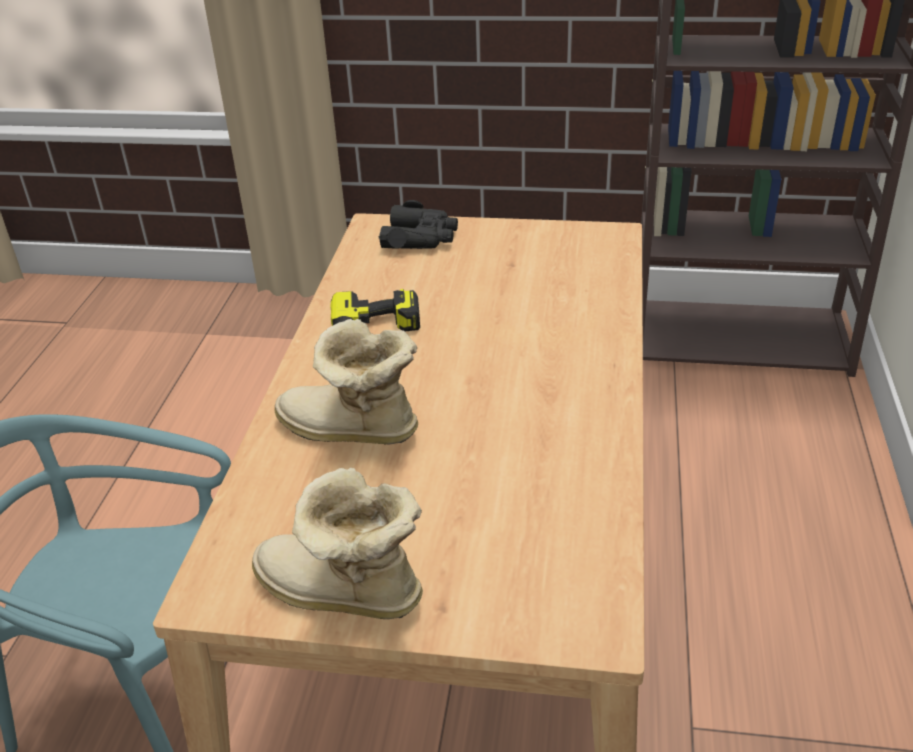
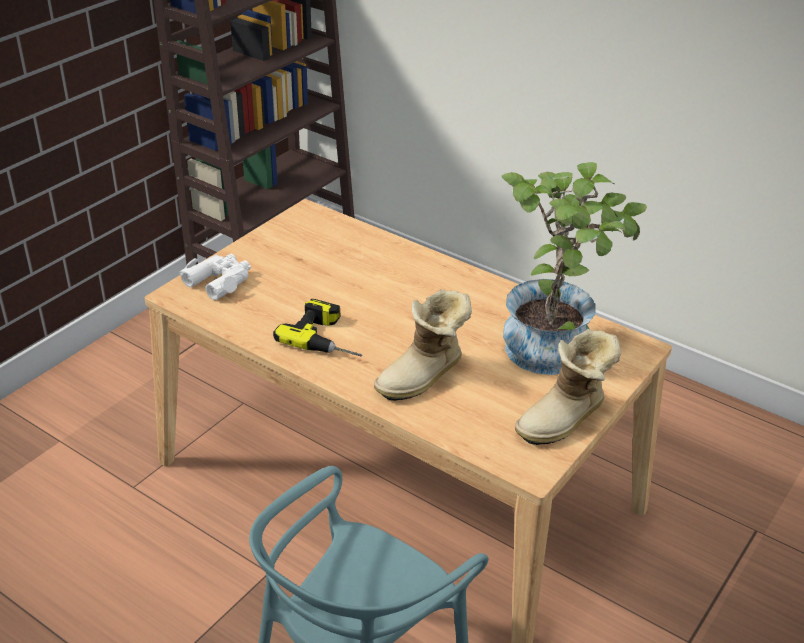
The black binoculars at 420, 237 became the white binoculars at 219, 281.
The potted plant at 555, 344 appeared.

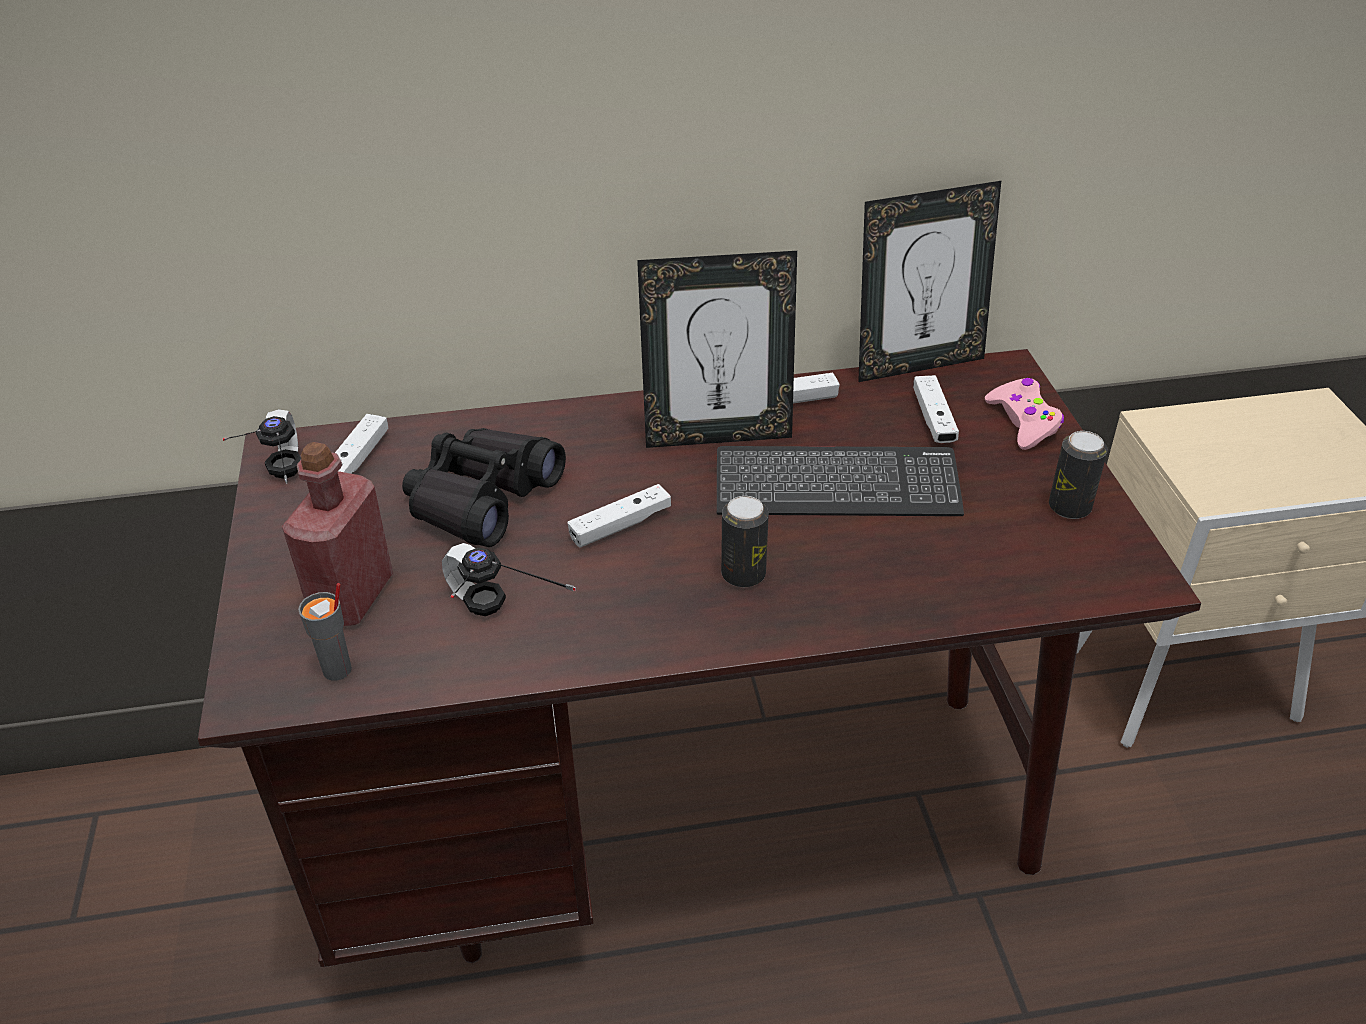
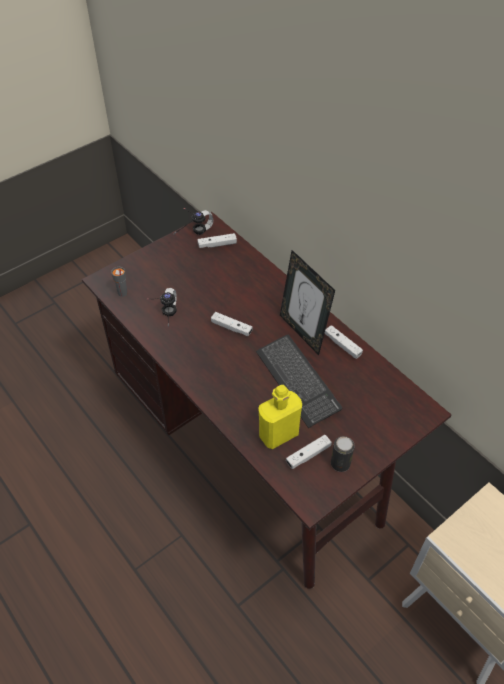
The red bottle at 352, 596 disappeared.
The black binoculars at 481, 498 disappeared.
The can at 743, 574 disappeared.
The picture frame at 917, 364 disappeared.
The white game controller moved from 933, 419 to 308, 455.
The pink game controller at 1023, 422 disappeared.
The yellow bottle at 278, 434 appeared.

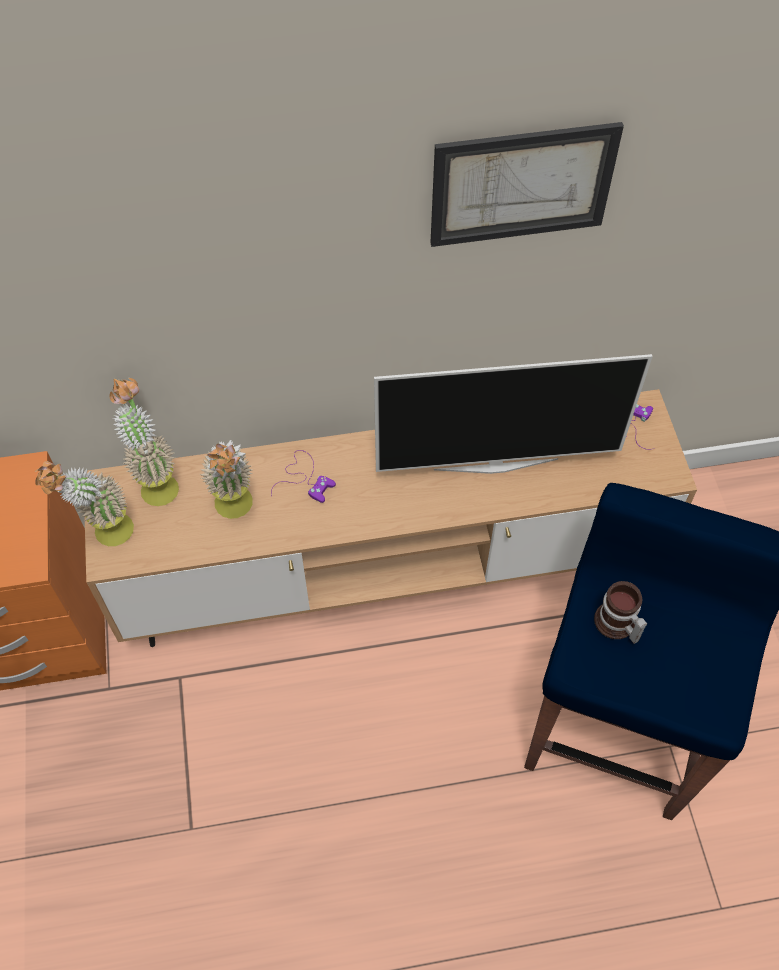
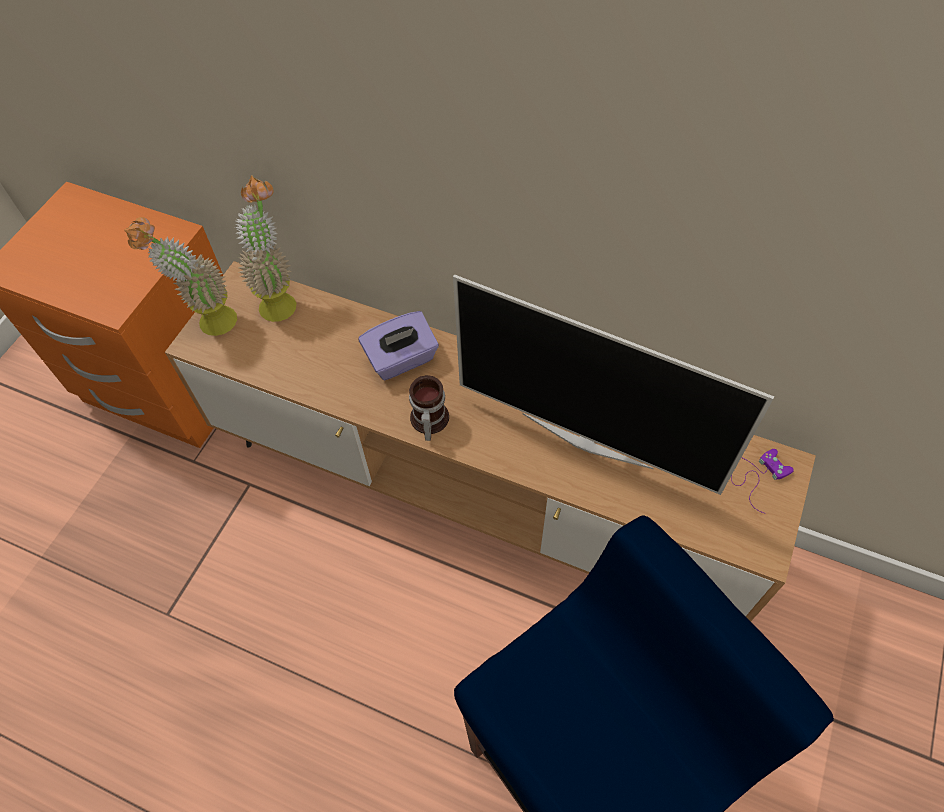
The potted plant at 236, 511 disappeared.
The purple game controller at 305, 478 was replaced by the purple tissue box at 402, 360.
The picture at 522, 184 disappeared.
The mug moved from 616, 625 to 427, 421.

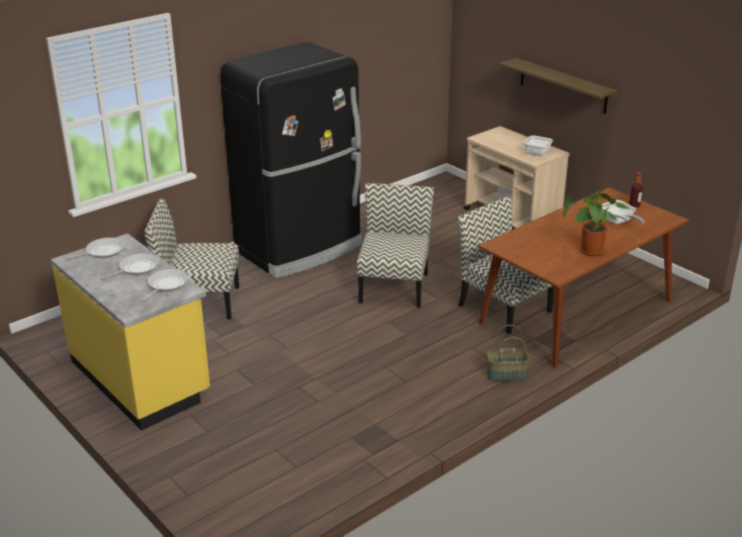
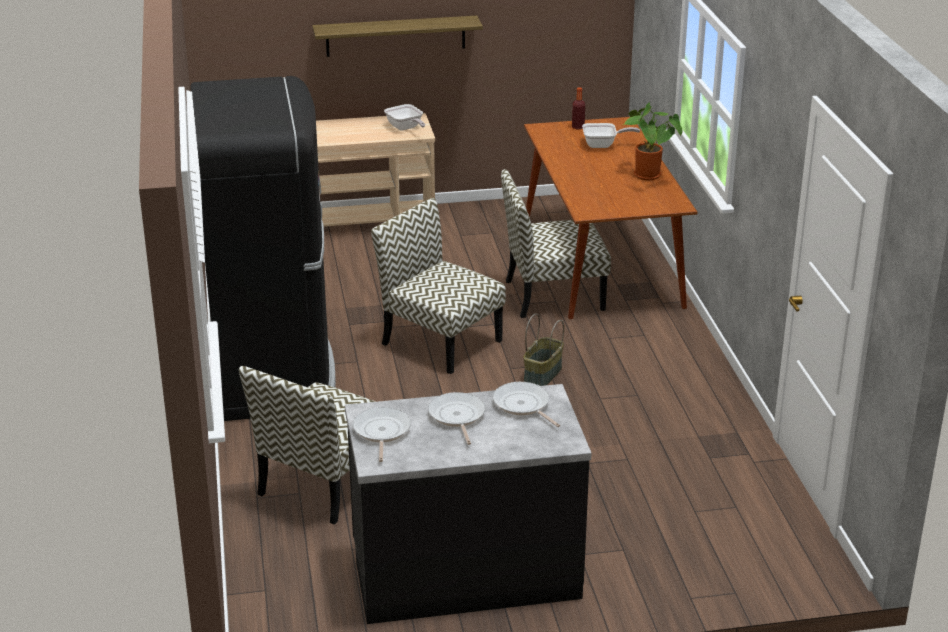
The yellow counter at 141, 378 became the black counter at 465, 573.
The basket moved from 506, 375 to 543, 374.

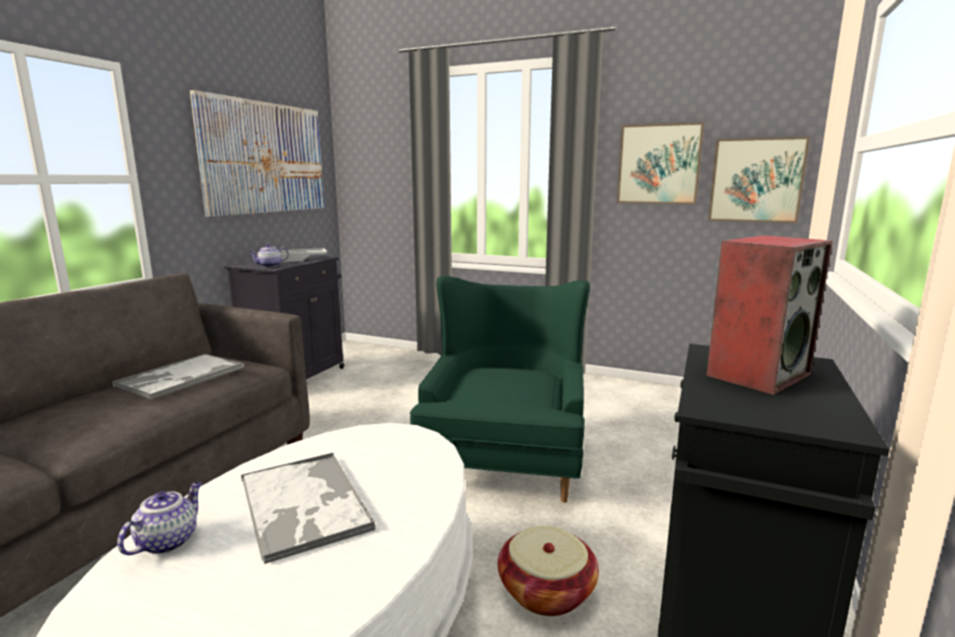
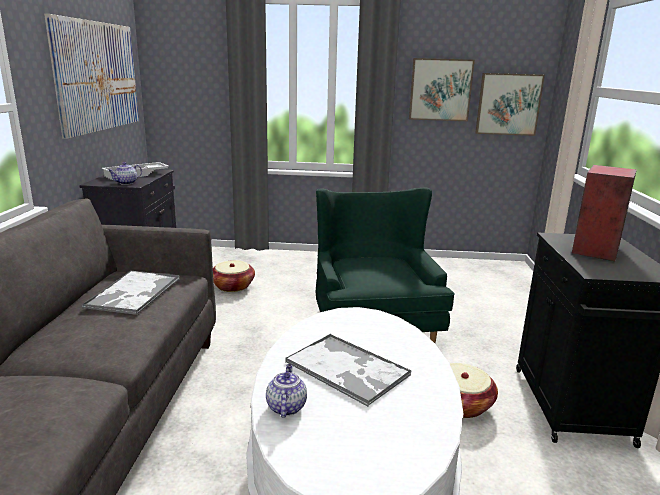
The basket at 233, 286 appeared.

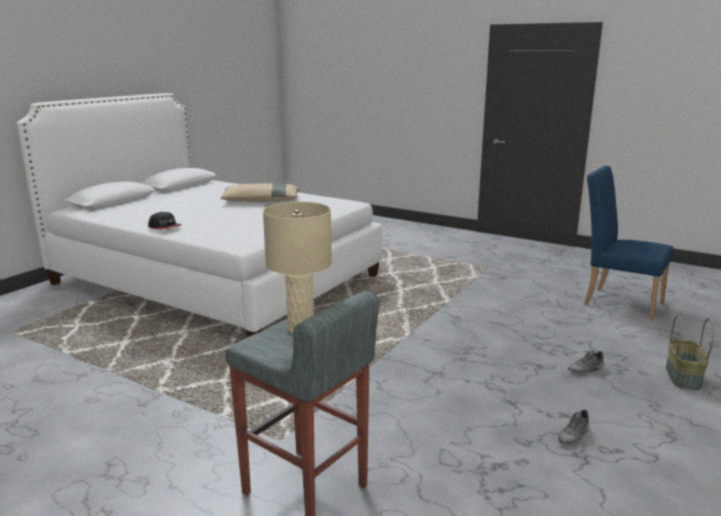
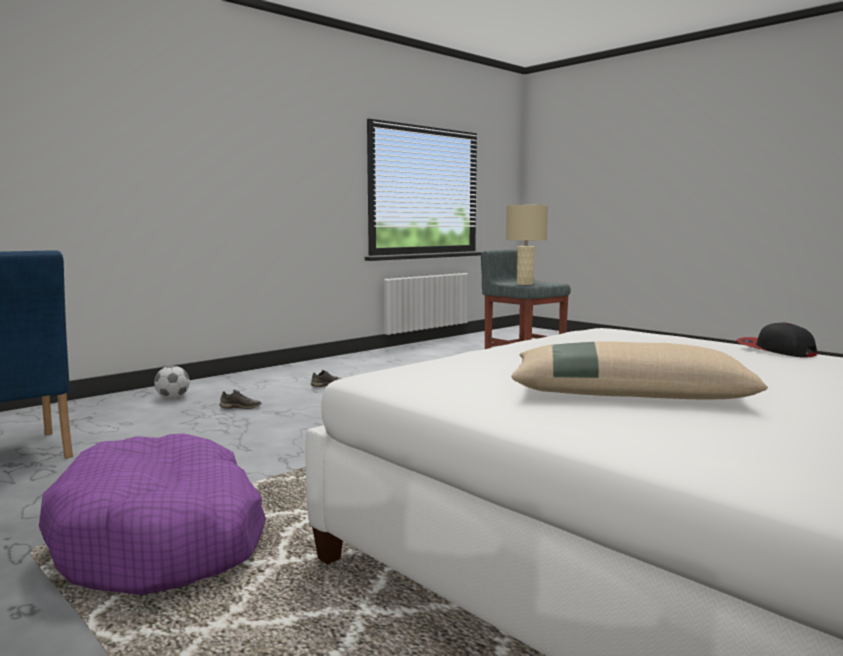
The basket at 682, 377 was replaced by the football at 173, 398.
The purple dog bed at 162, 539 appeared.

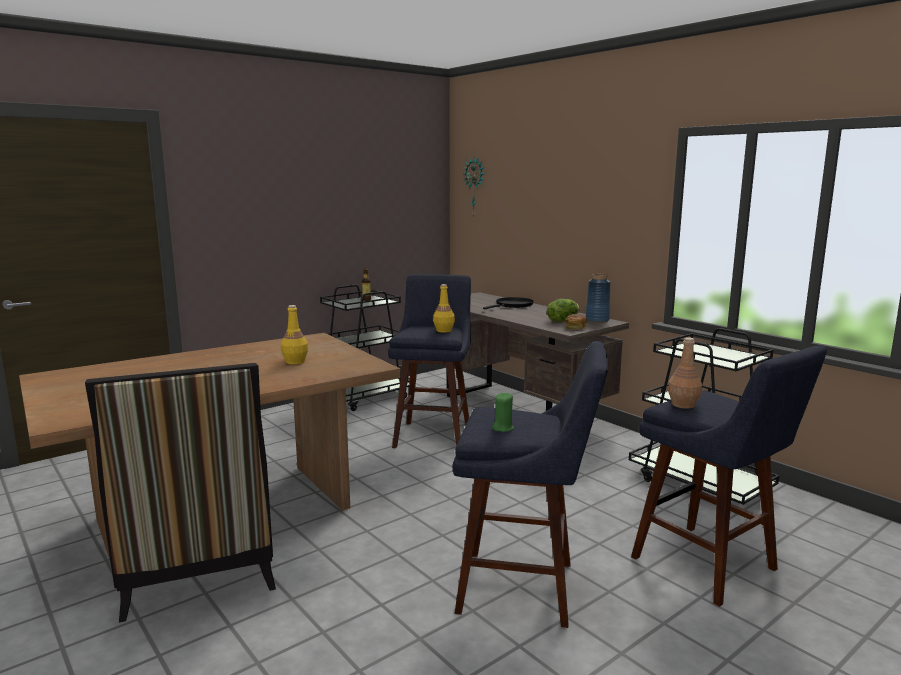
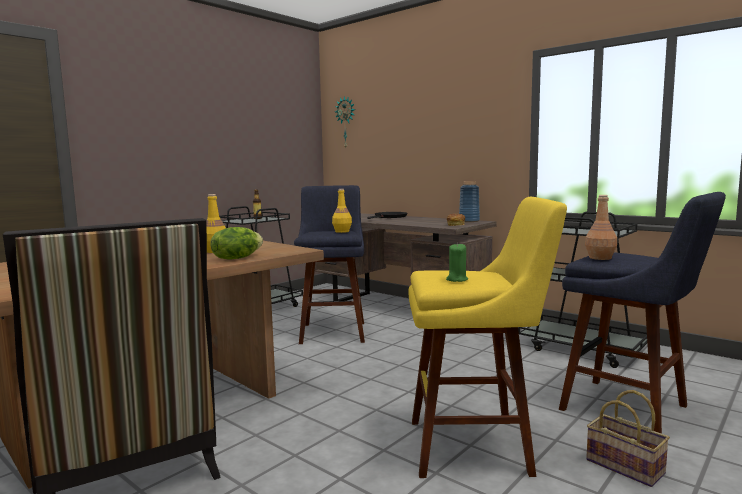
The blue stool at 526, 588 became the yellow stool at 478, 446.
The lettuce moved from 562, 320 to 236, 258.
The basket at 627, 466 appeared.

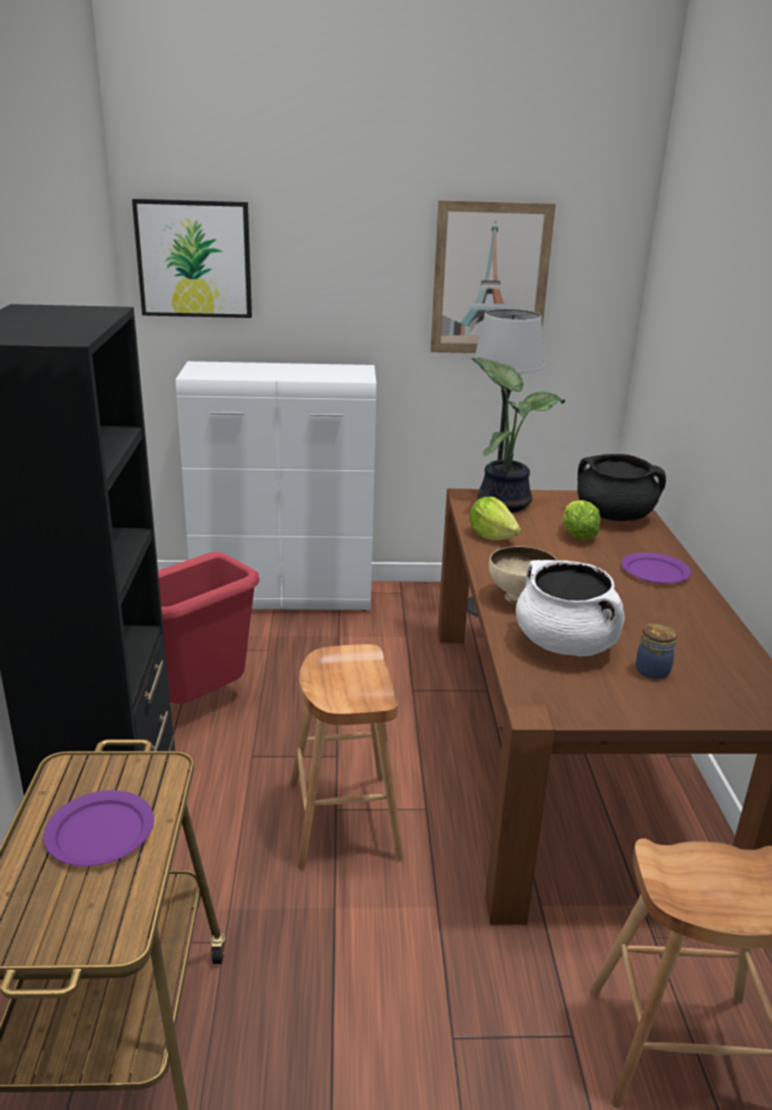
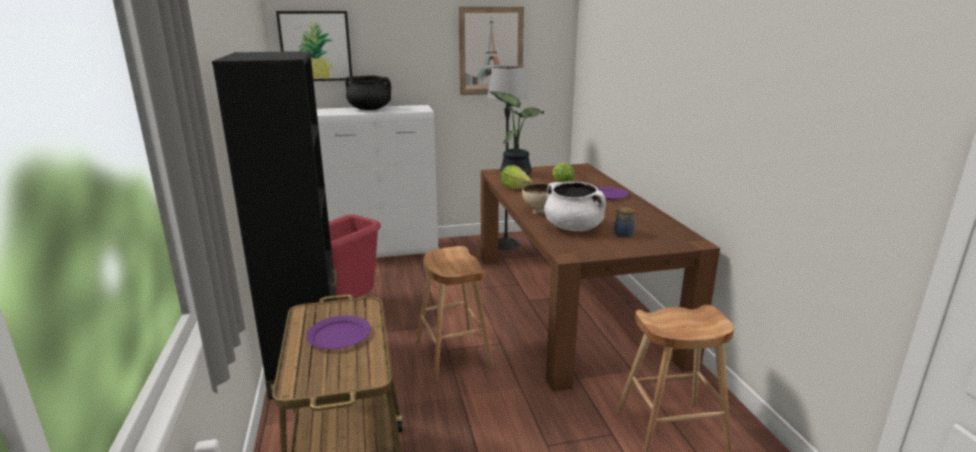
The black cooking pot moved from 614, 516 to 370, 109.

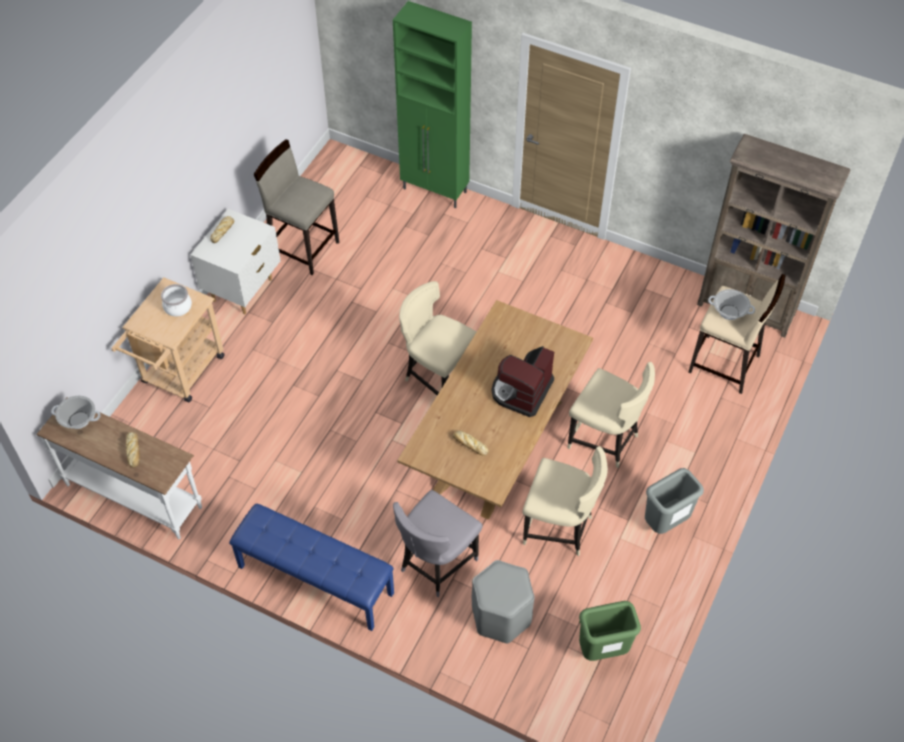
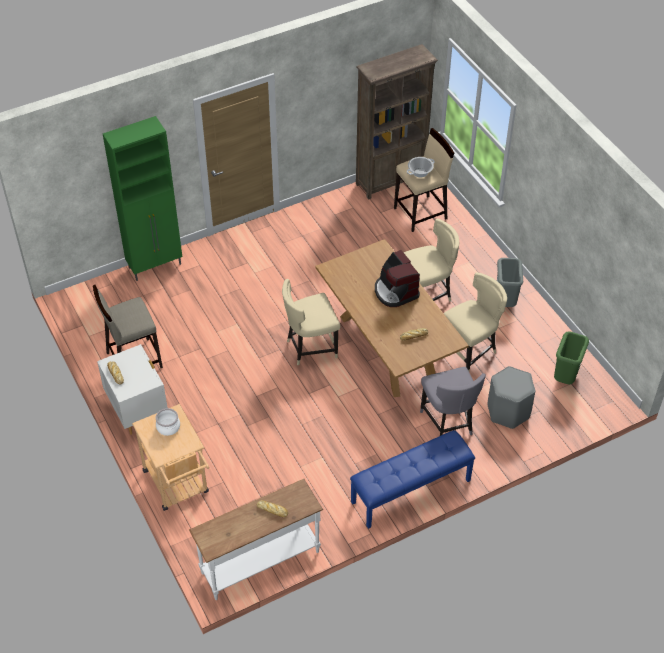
The cooking pot at 78, 420 disappeared.

